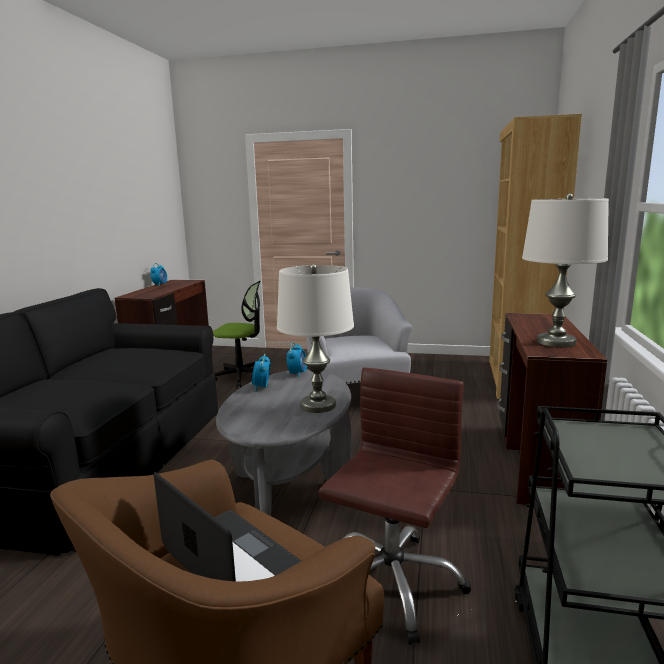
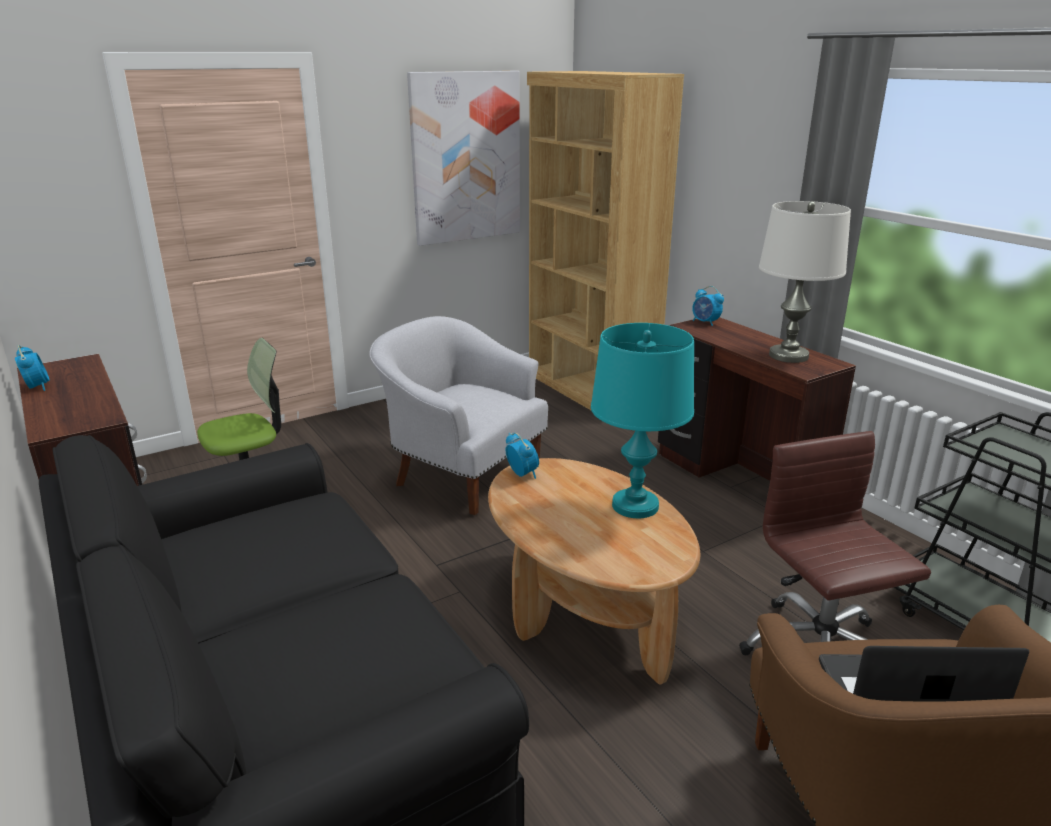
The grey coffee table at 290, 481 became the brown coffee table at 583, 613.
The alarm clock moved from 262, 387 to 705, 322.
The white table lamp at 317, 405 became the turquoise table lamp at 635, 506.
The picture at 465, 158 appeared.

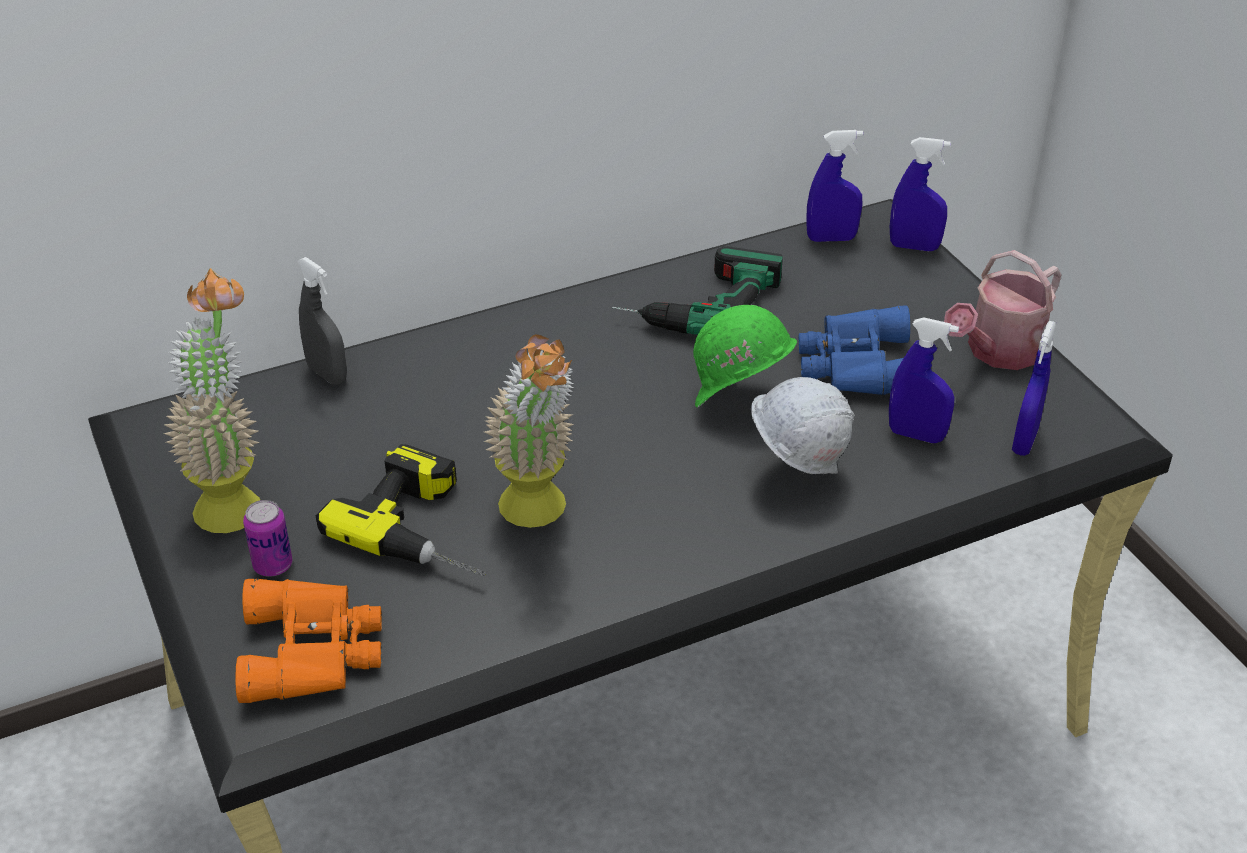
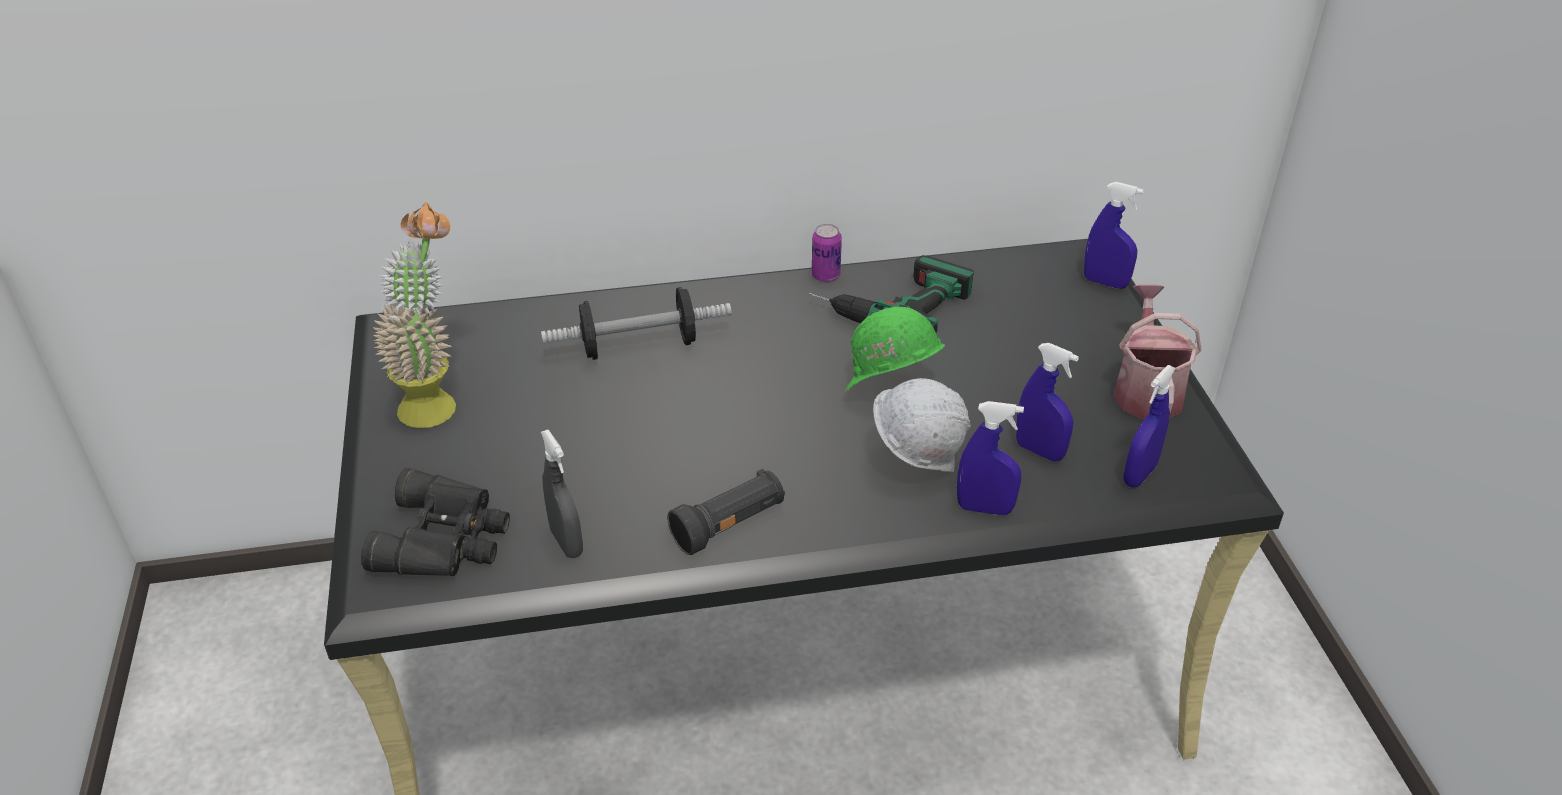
The orange binoculars at 314, 650 became the black binoculars at 446, 539.
The can moved from 273, 565 to 825, 276.
The grey spray bottle moved from 327, 374 to 566, 542.
The power drill at 429, 527 disappeared.
The potted plant at 539, 516 disappeared.
The blue binoculars at 854, 365 disappeared.
The blue spray bottle moved from 831, 238 to 984, 508.
The watering can at 998, 352 turned 120 degrees clockwise.
The dumbbell at 639, 346 appeared.
The black flashlight at 729, 525 appeared.

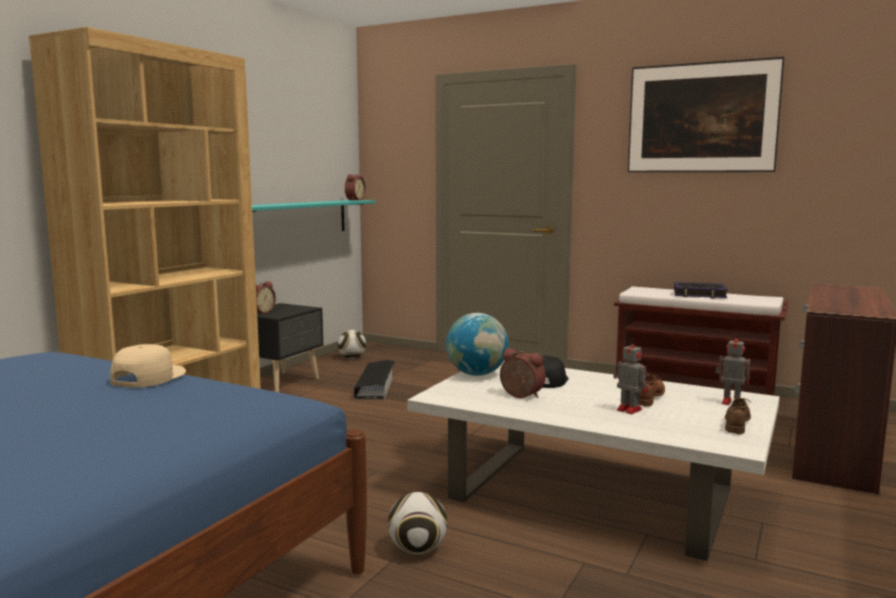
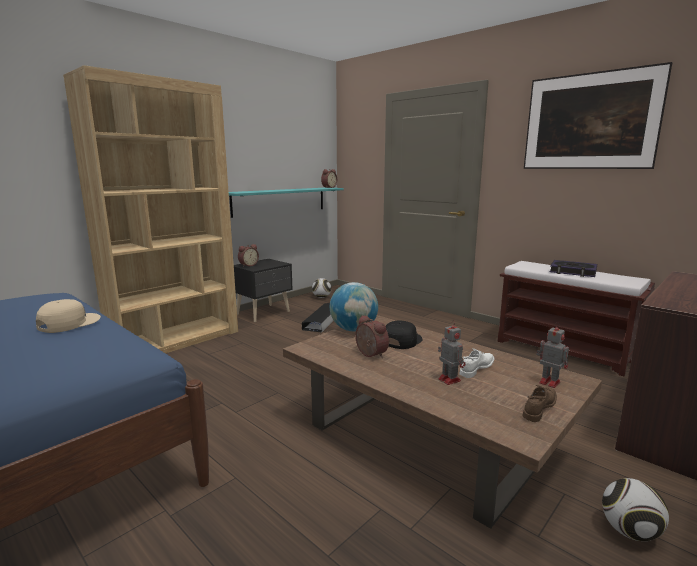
The football moved from 417, 550 to 629, 531.
The white coffee table at 588, 494 became the brown coffee table at 423, 437.
The brown shoe at 650, 398 became the white shoe at 476, 369.

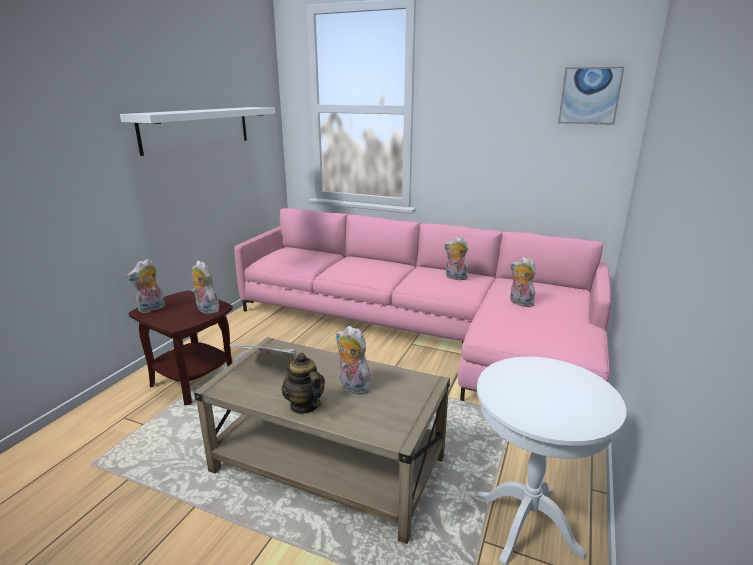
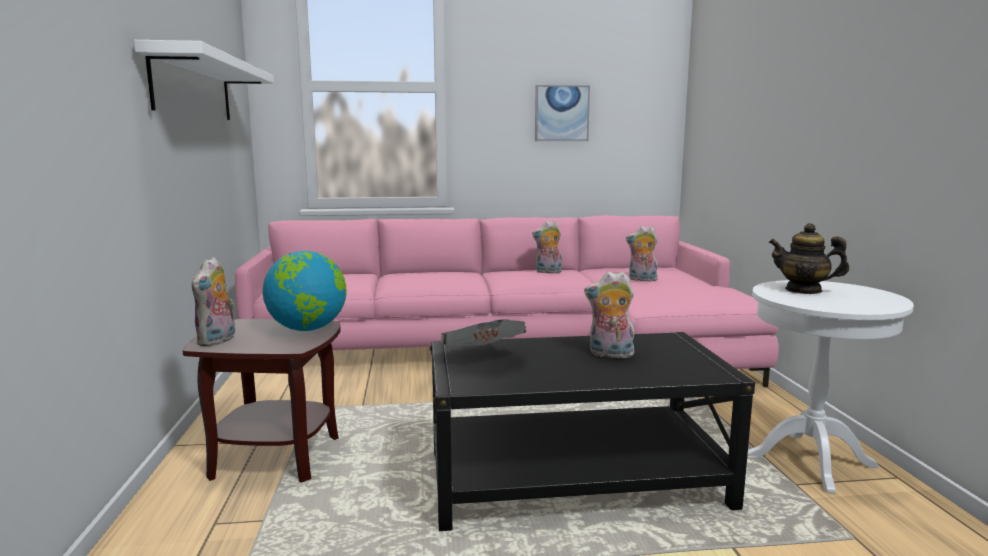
The plush toy at 206, 310 was replaced by the globe at 308, 329.
The beige coffee table at 328, 464 became the black coffee table at 575, 479.
The teapot moved from 304, 405 to 803, 290.
The picture moved from 590, 96 to 561, 113.

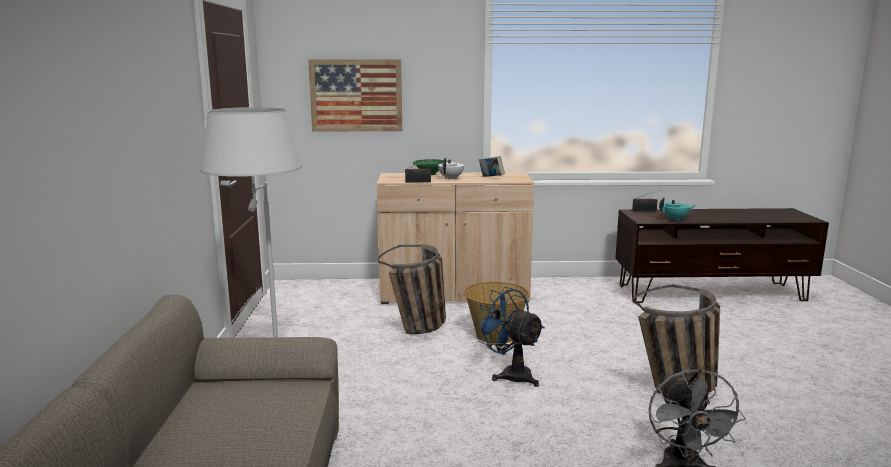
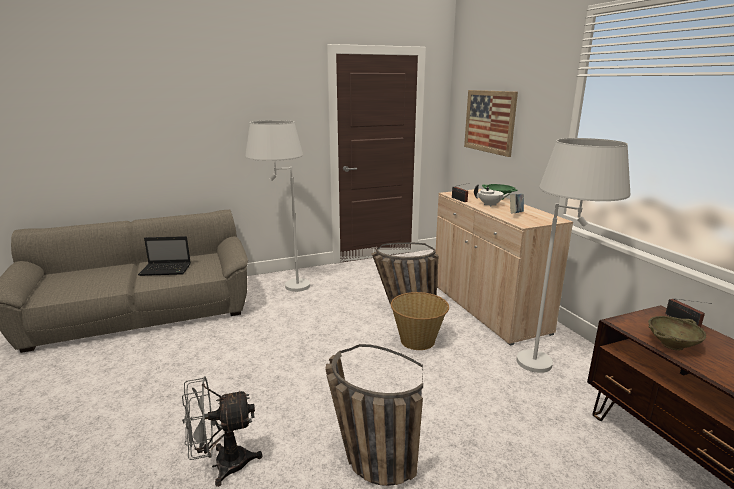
The blue fan at 510, 374 disappeared.
The turquoise teapot at 676, 219 was replaced by the beige bowl at 672, 345.
The laptop at 166, 270 appeared.
The white floor lamp at 553, 369 appeared.

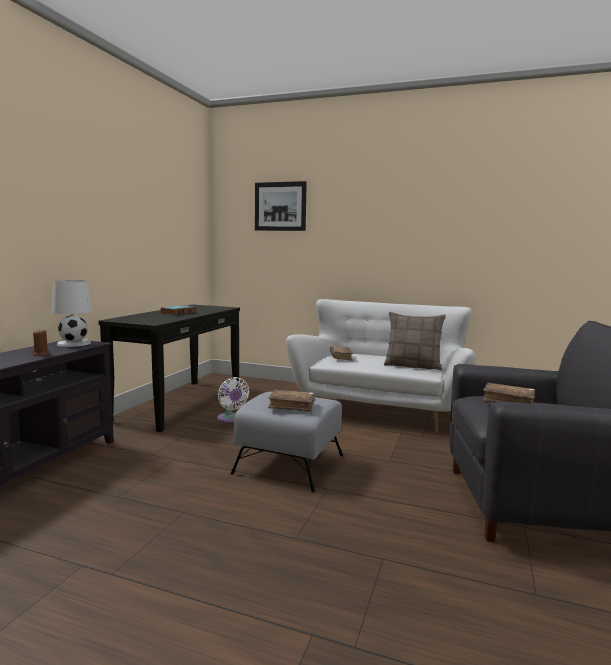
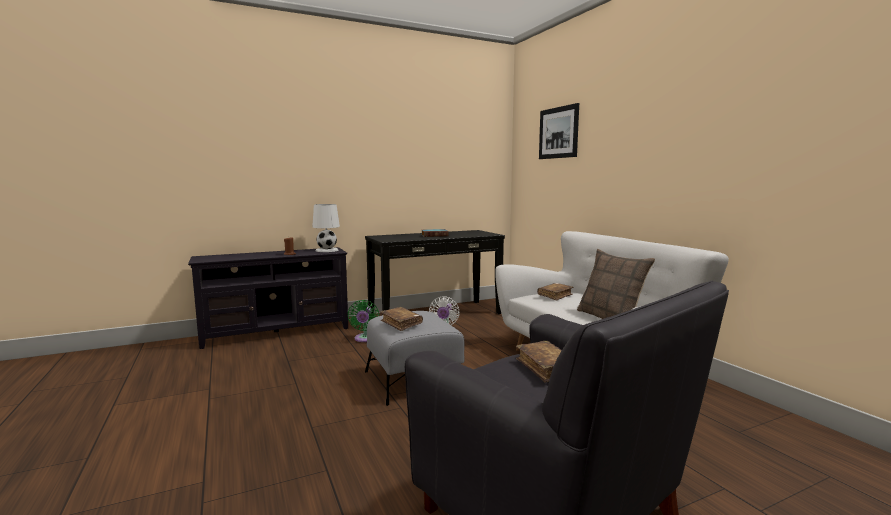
The green fan at 365, 339 appeared.

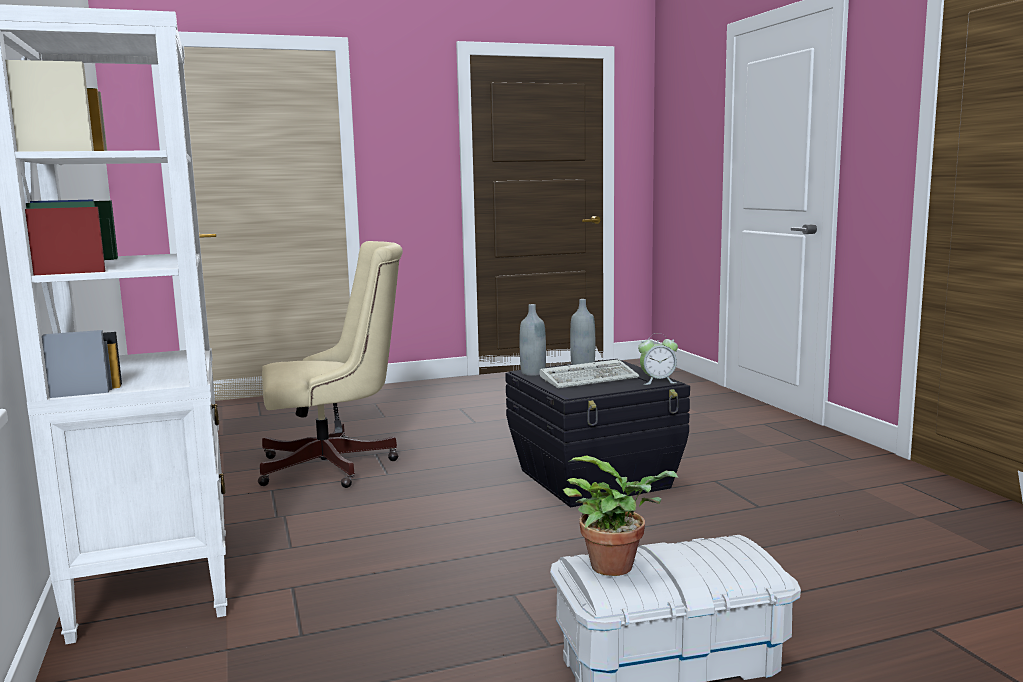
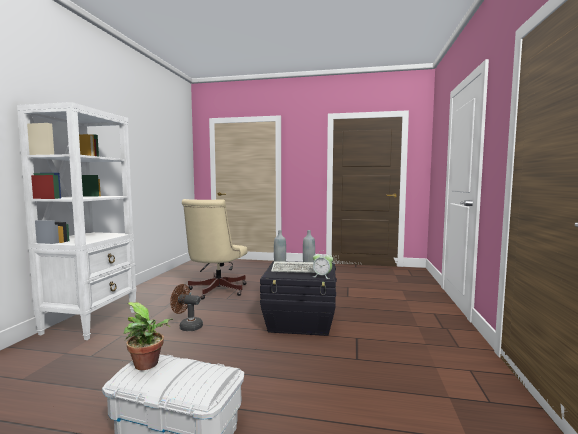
The beige office chair at 336, 466 turned 90 degrees clockwise.
The brown fan at 187, 326 appeared.

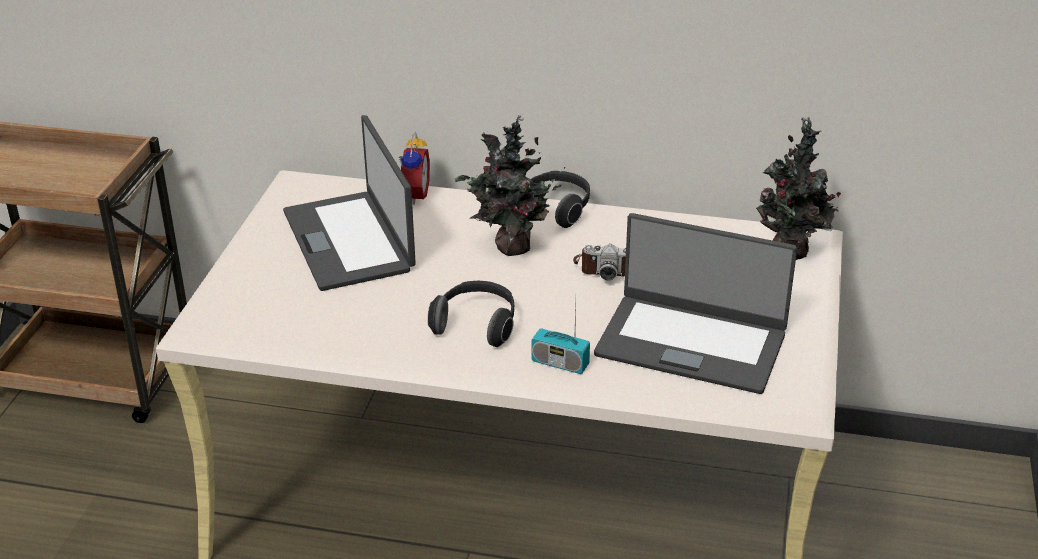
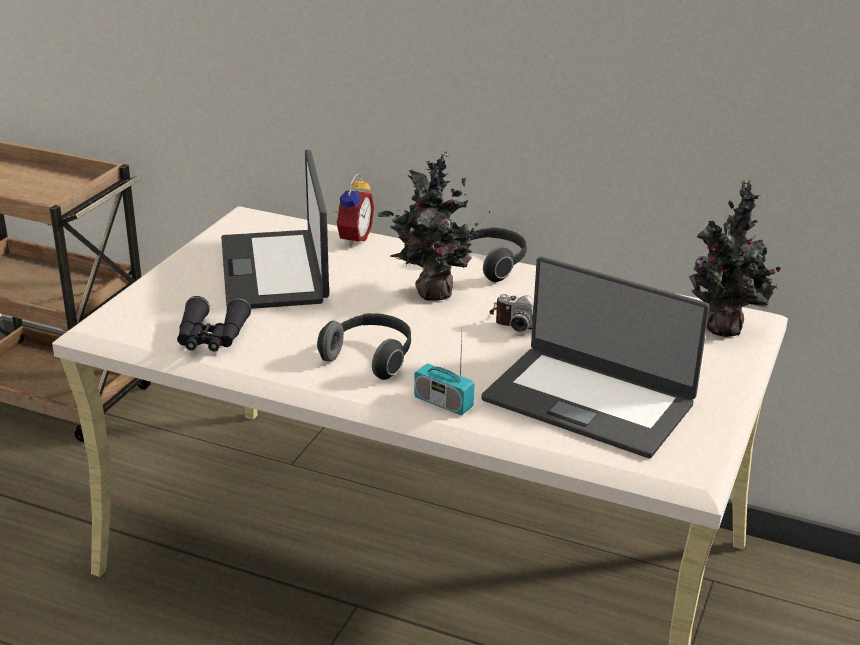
The black binoculars at 211, 337 appeared.

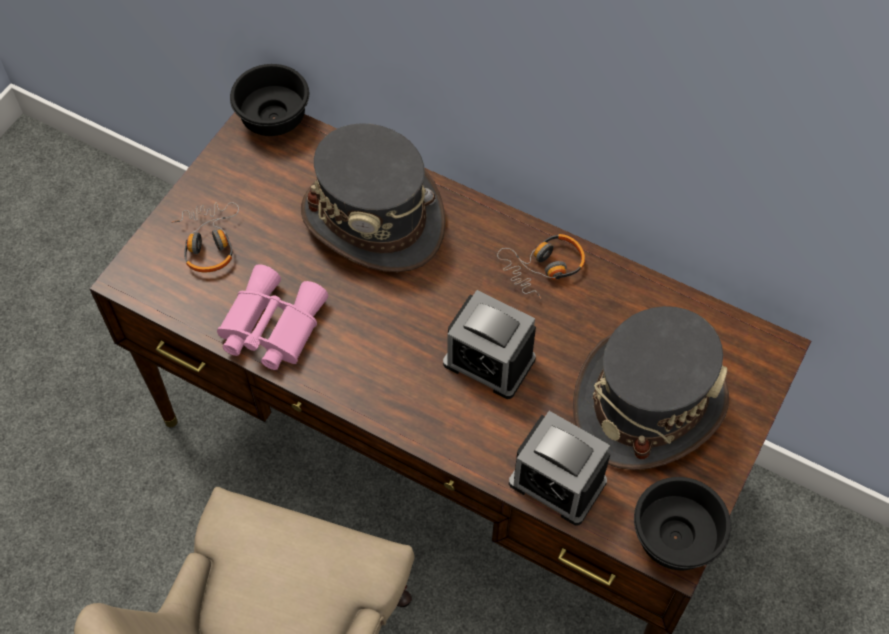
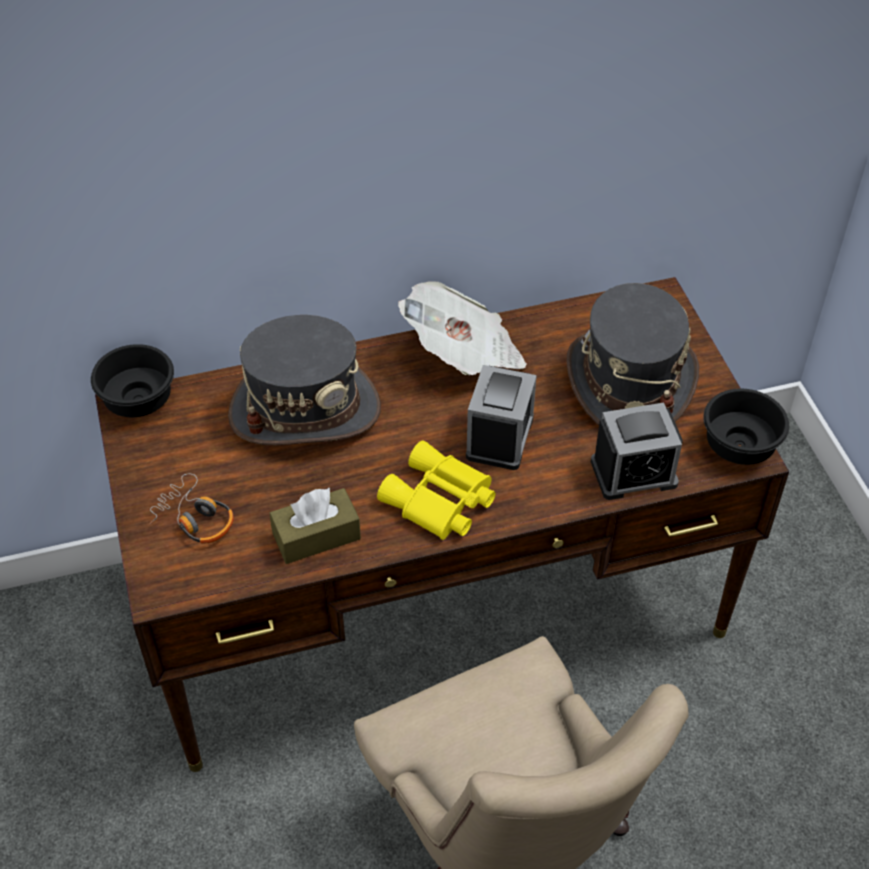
The pink binoculars at 270, 326 was replaced by the brown tissue box at 316, 536.
The alarm clock at 489, 361 turned 60 degrees counterclockwise.
The headphones at 544, 268 was replaced by the newspaper at 464, 355.
The yellow binoculars at 439, 502 appeared.

